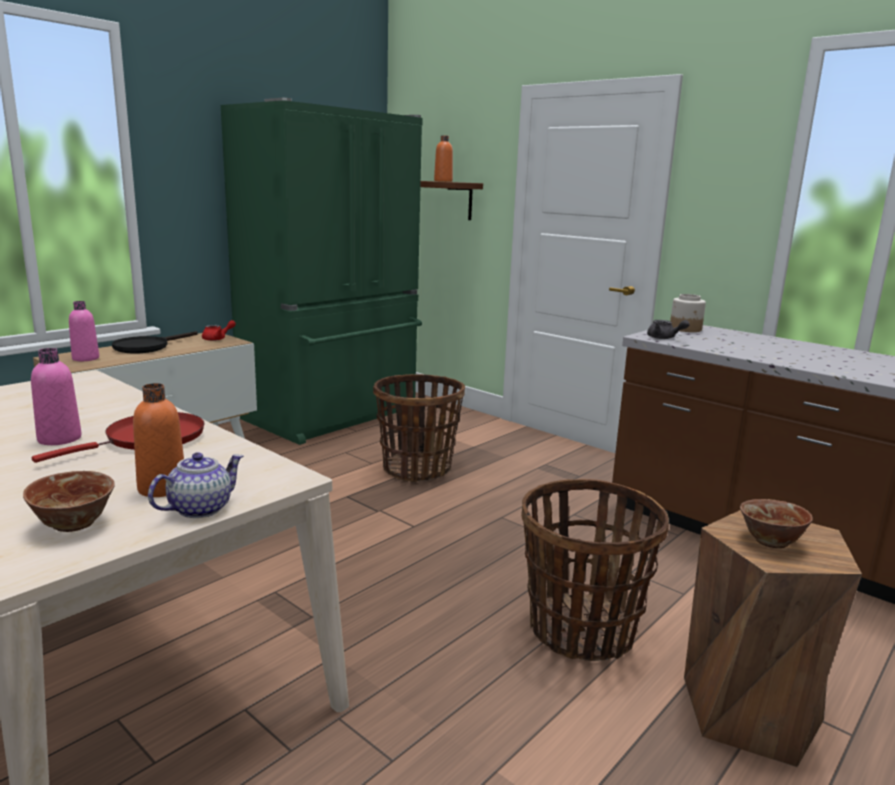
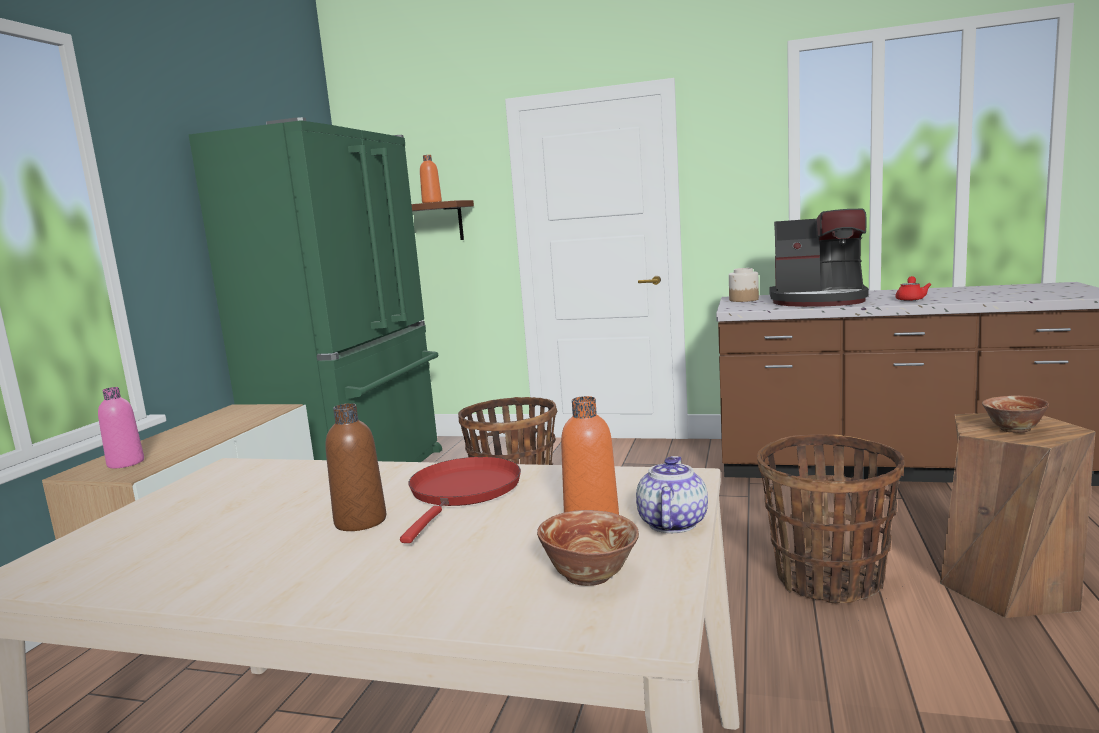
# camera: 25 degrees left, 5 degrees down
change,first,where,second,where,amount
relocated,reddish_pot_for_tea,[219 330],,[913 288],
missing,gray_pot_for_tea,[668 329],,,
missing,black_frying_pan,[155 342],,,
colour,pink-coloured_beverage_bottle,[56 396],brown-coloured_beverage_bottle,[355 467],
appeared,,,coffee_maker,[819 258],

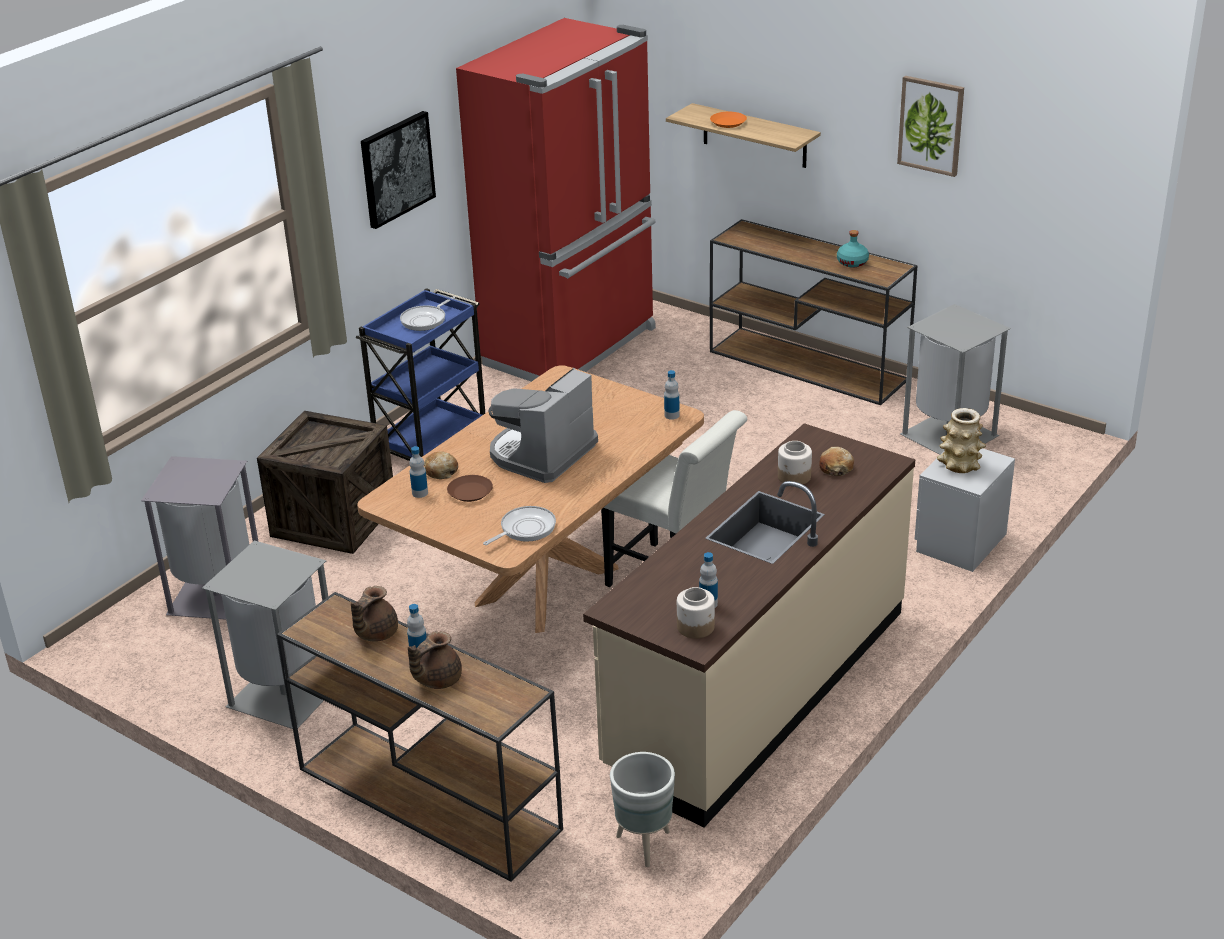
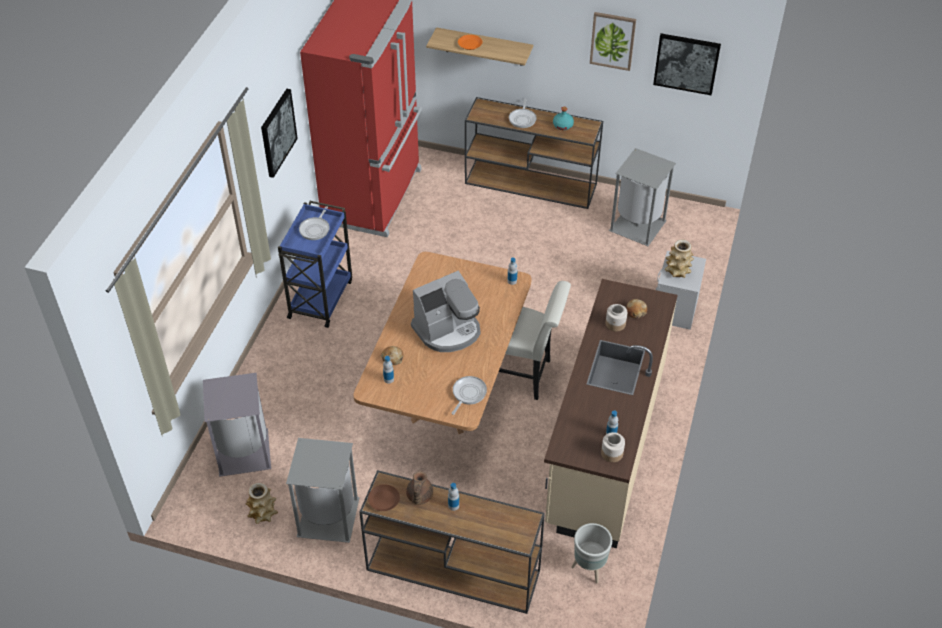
# camera: 20 degrees left, 15 degrees up
change,first,where,second,where,amount
spun,coffee_maker,[543 425],,[445 311],135 degrees counterclockwise
missing,shipping_crate,[325 482],,,
relocated,brown-coloured_flat_dish,[470 488],,[384 497],
missing,brown-coloured_pot_for_tea,[435 660],,,
appeared,,,wall_art,[687 64],
appeared,,,frying_pan,[523 113],
appeared,,,flower_vase,[262 503],

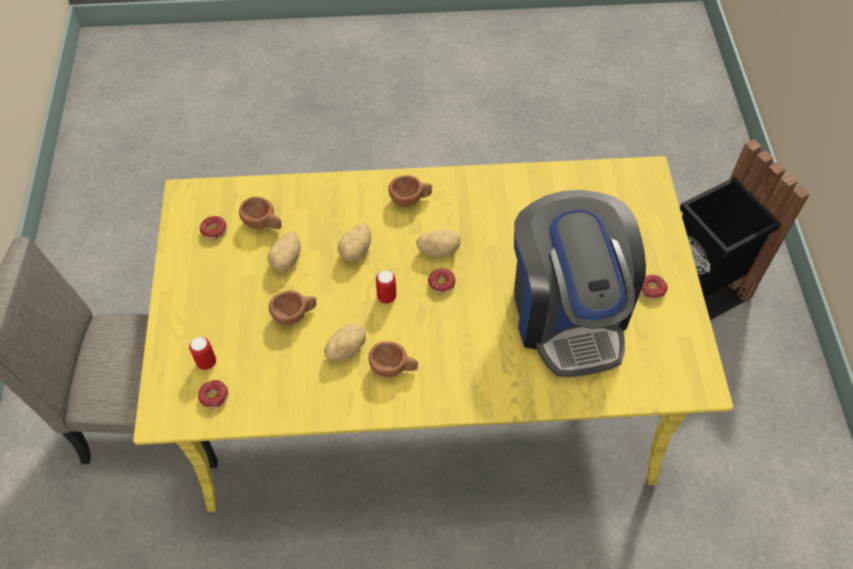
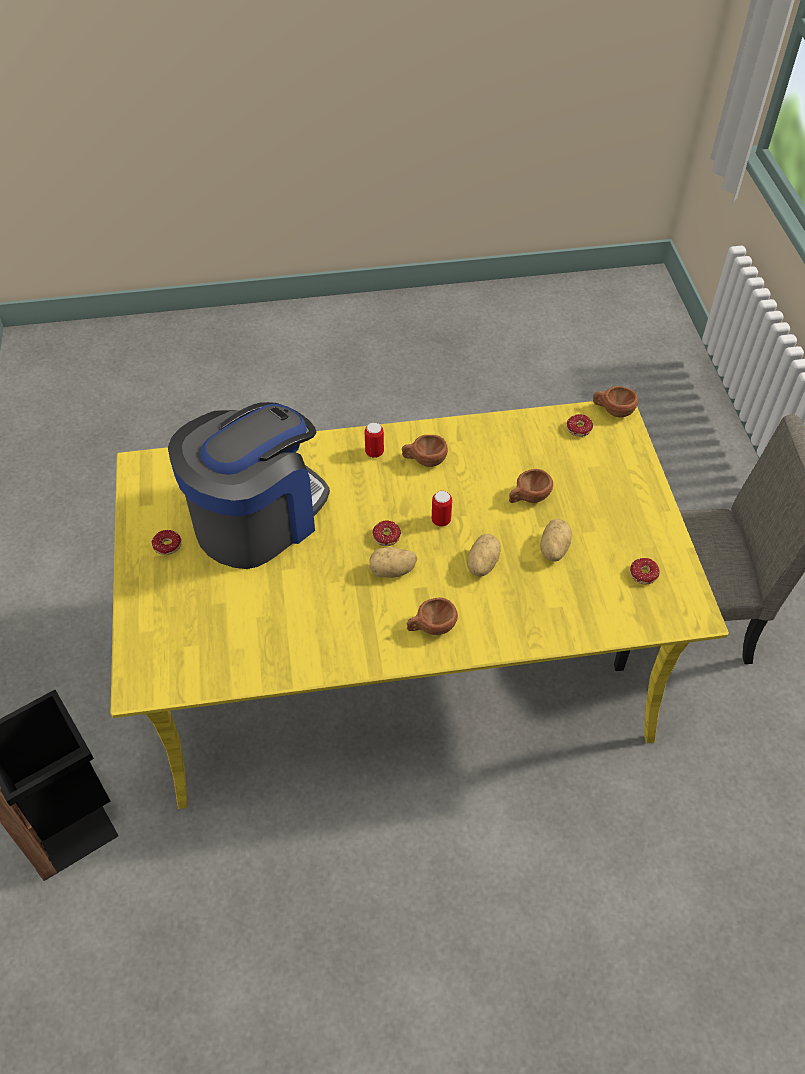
# camera: 175 degrees right, 5 degrees down
change,first,where,second,where,amount
spun,coffee_maker,[580 283],,[249 485],60 degrees clockwise
relocated,brown-coloured_small_cup,[260 212],,[615 402],
missing,potato,[345 342],,,
relocated,metal_can,[202 353],,[374 440],

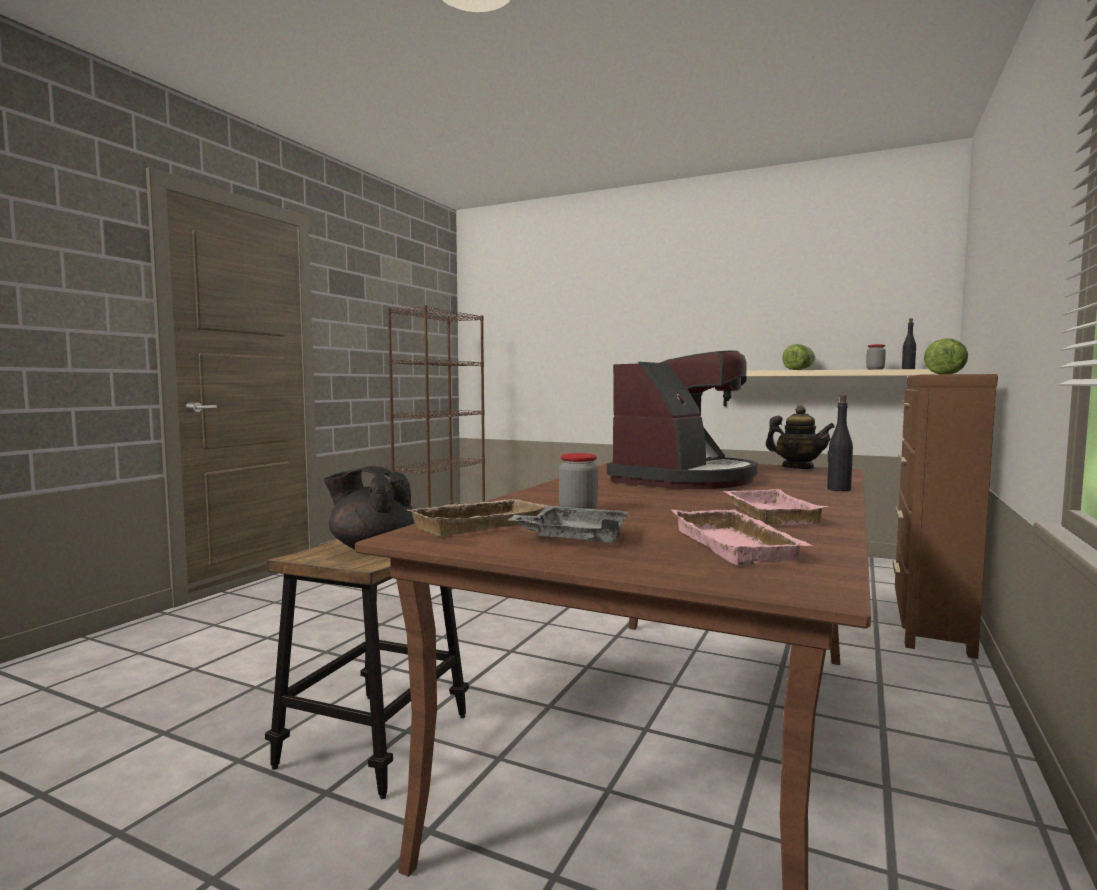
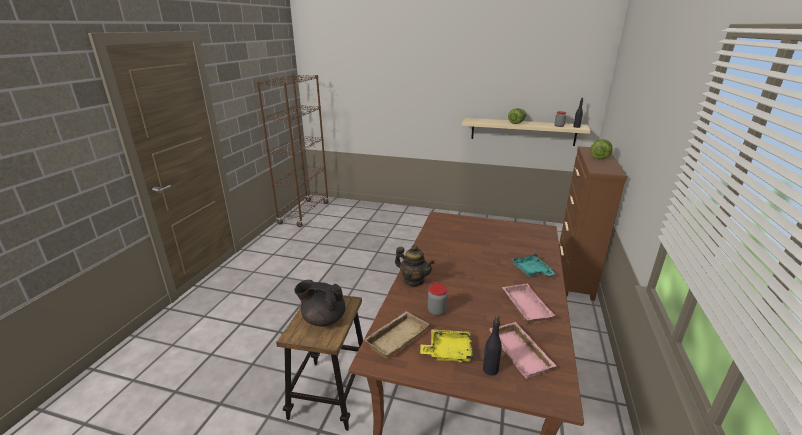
# camera: 10 degrees left, 20 degrees up
change,first,where,second,where,amount
missing,coffee_maker,[682 419],,,
relocated,black_beverage_bottle,[840 443],,[492 345],
relocated,pot_for_tea,[800 437],,[414 265],
colour,gray_serving_tray,[568 524],yellowish_serving_tray,[447 345],
appeared,,,blue-green_serving_tray,[533 265],

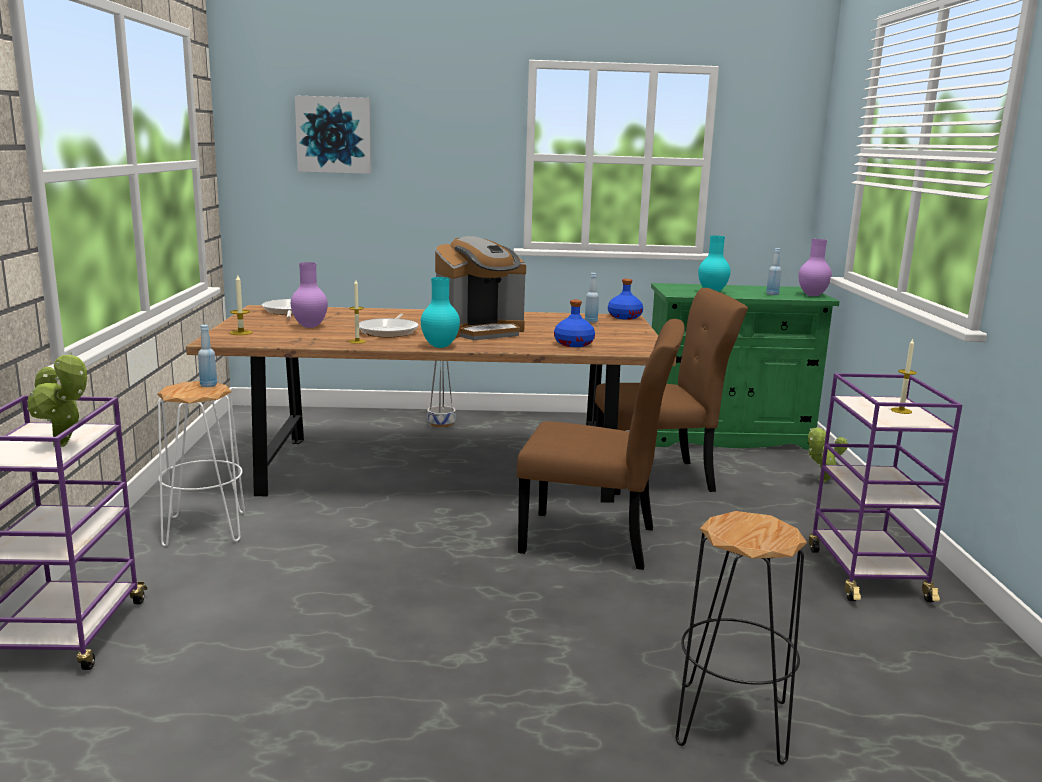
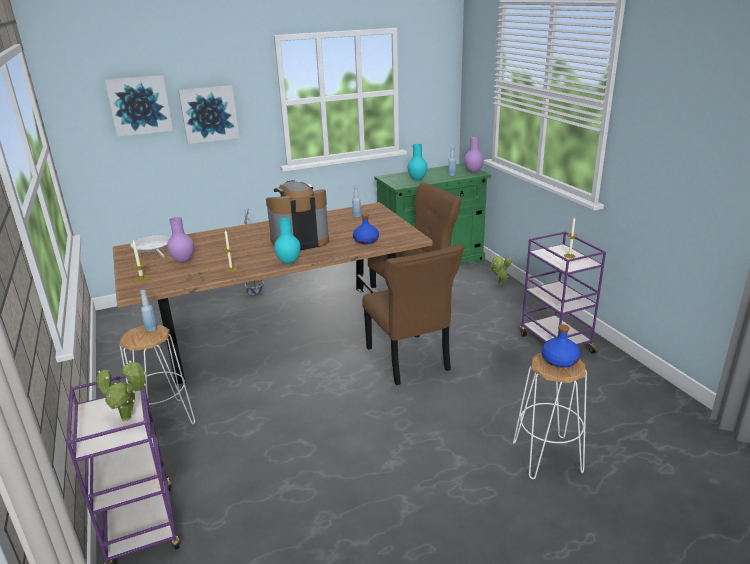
# camera: 20 degrees left, 10 degrees up
change,first,where,second,where,amount
spun,coffee_maker,[480 288],,[297 215],150 degrees counterclockwise
relocated,blue_beverage_bottle,[625 299],,[561 345],
missing,frying_pan,[389 325],,,
spun,brown-coloured_chair,[601 444],,[413 314],75 degrees clockwise
colour,black_stool_seat,[741 638],white-coloured_stool_seat,[550 415],
appeared,,,wall_art,[208 114],

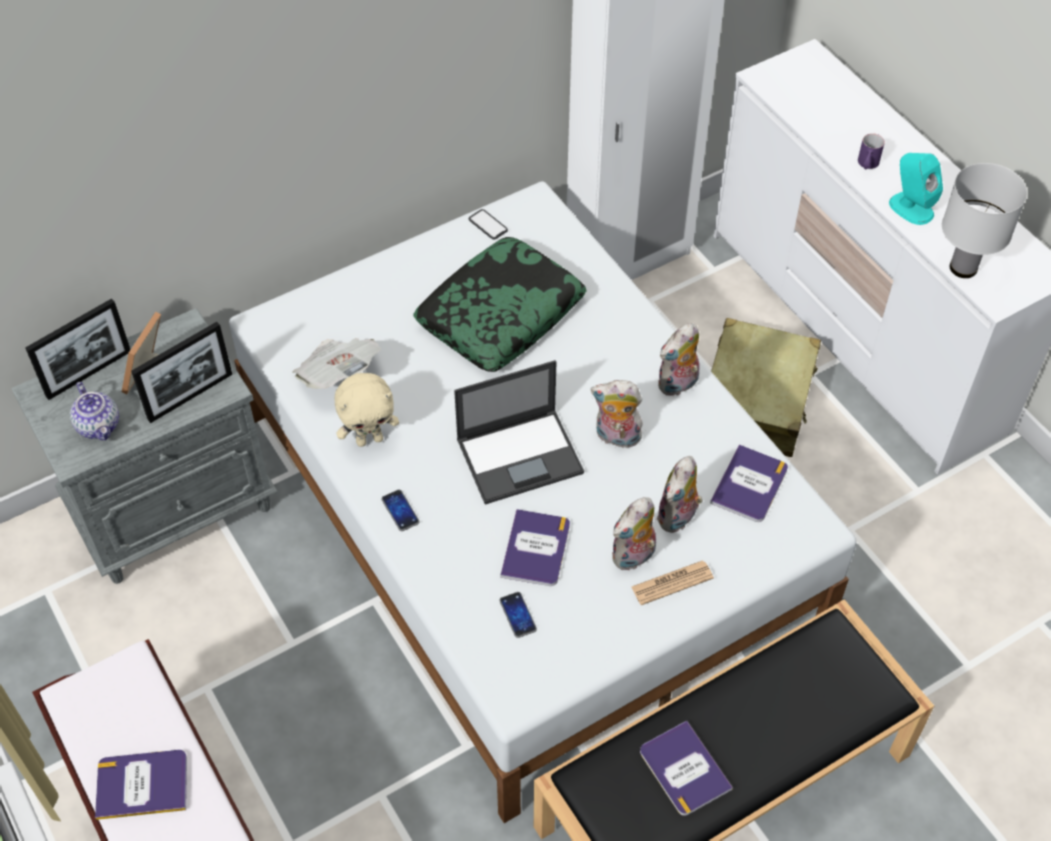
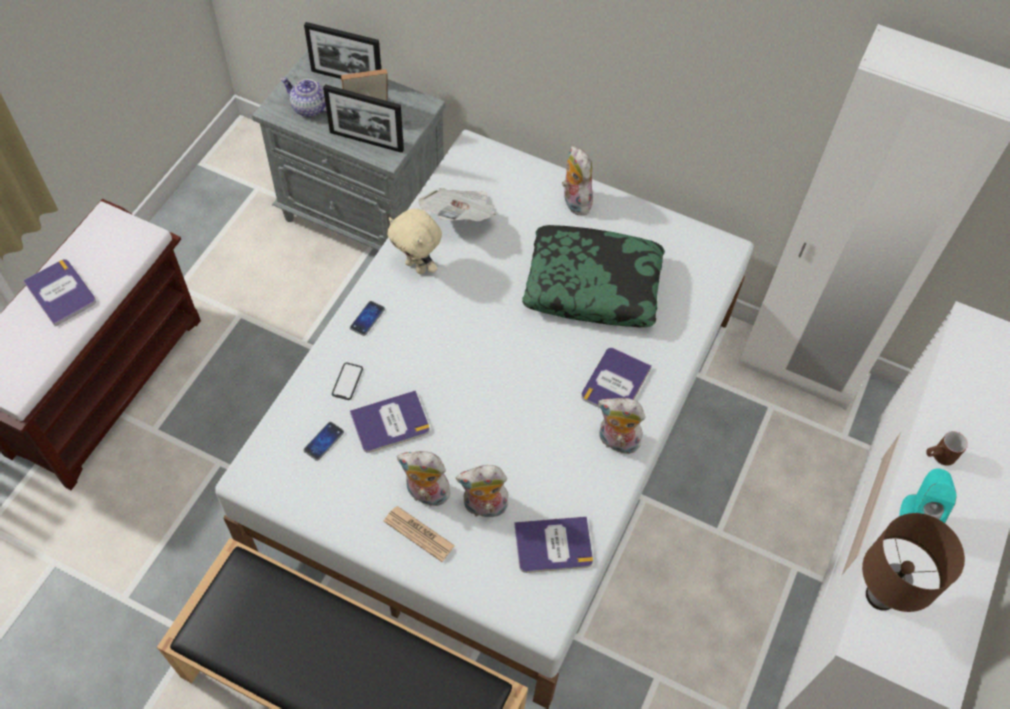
# camera: 55 degrees right, 5 degrees up
change,first,where,second,where,amount
colour,purplish_coffee_mug,[871 151],brown-coloured_coffee_mug,[947 448],
colour,white-coloured_tabletop_lamp,[984 220],brown-coloured_tabletop_lamp,[913 562],
relocated,phone,[488 224],,[347 381],
missing,beige_travel_case,[766 387],,,
missing,notebook_computer,[519 432],,,
relocated,soft_toy,[617 415],,[577 180],
spun,pot_for_tea,[94 411],,[304 97],90 degrees clockwise
relocated,volume,[686 768],,[616 378],

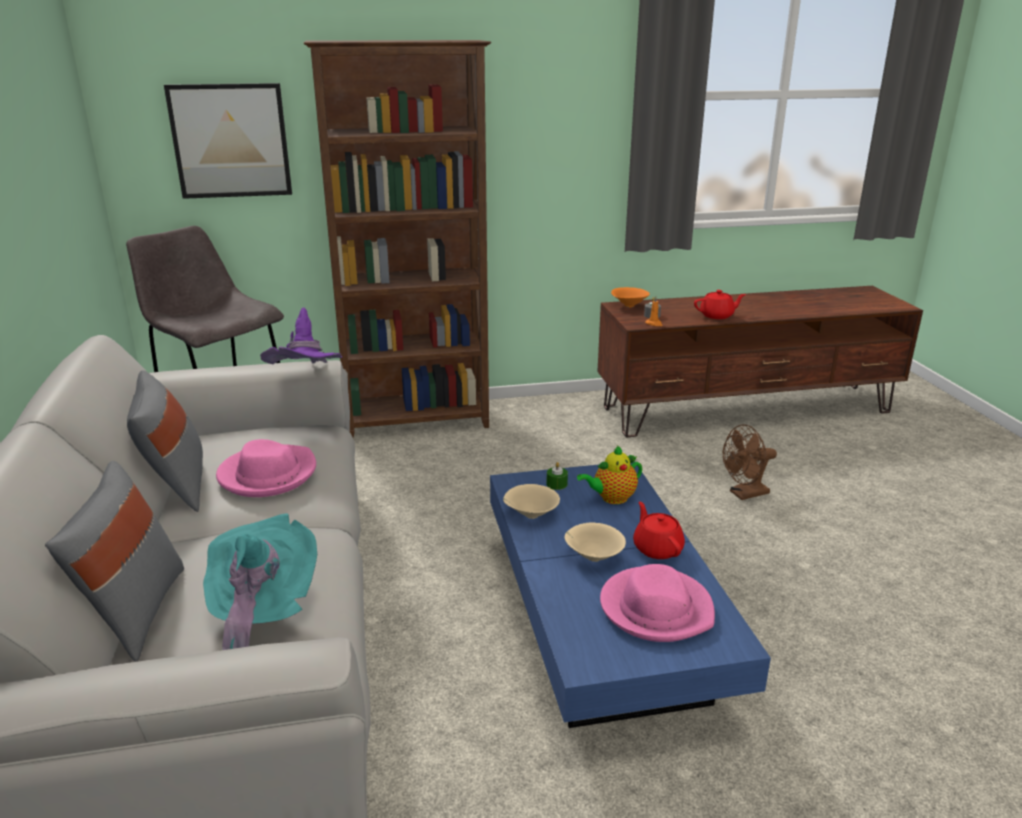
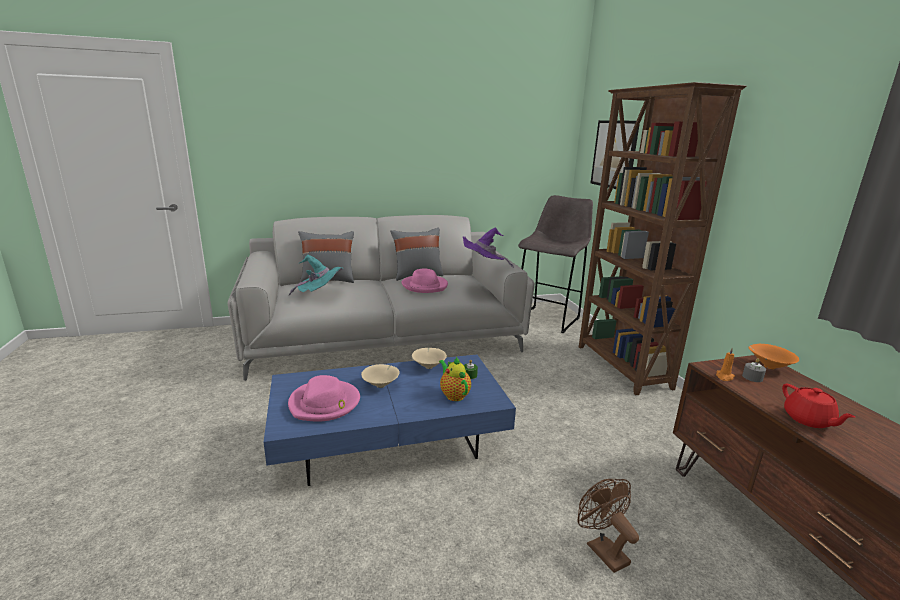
# camera: 85 degrees right, 5 degrees down
change,first,where,second,where,amount
missing,reddish_pot_for_tea,[659 530],,,

